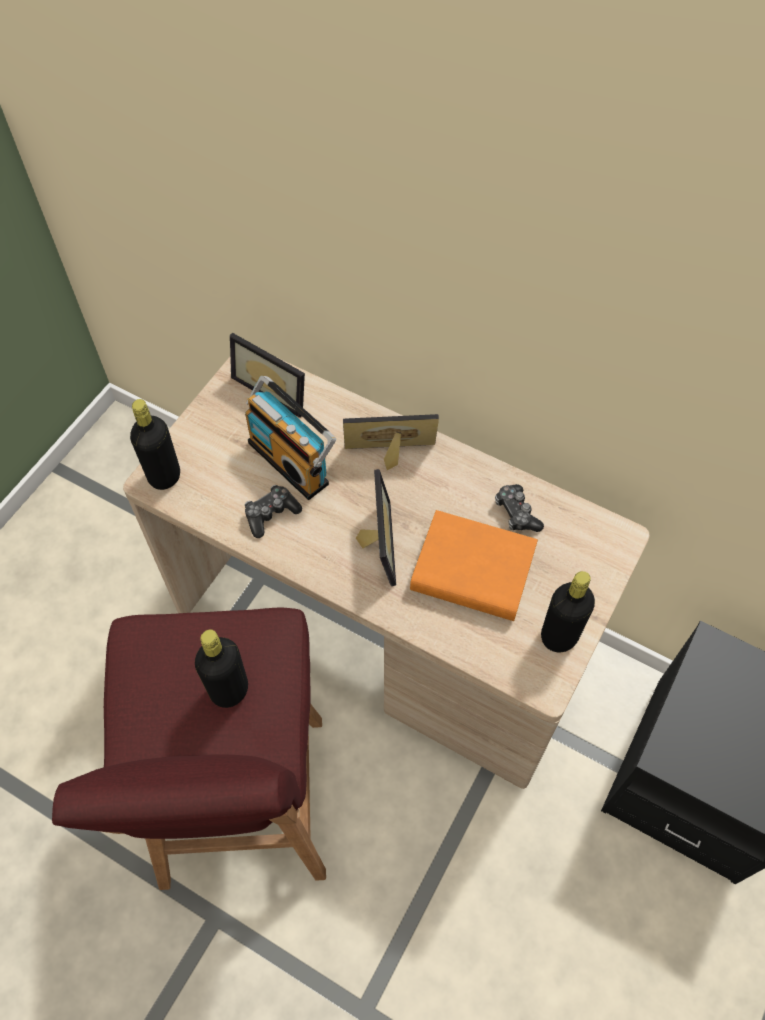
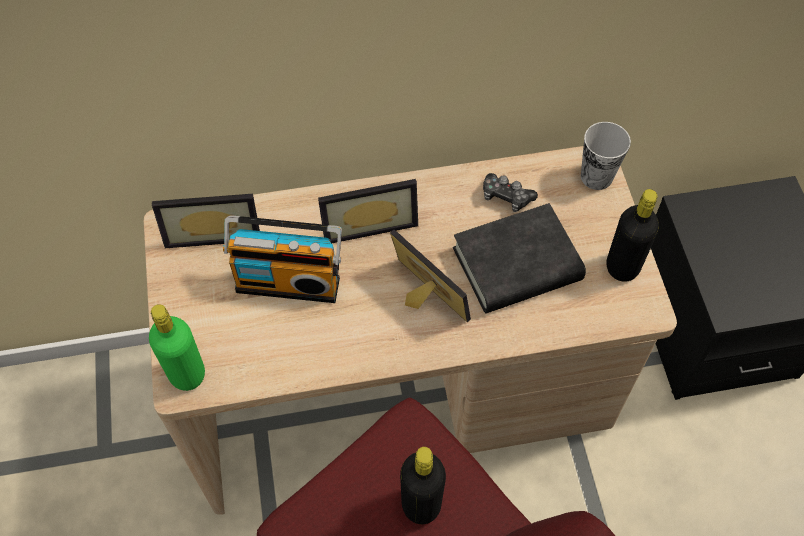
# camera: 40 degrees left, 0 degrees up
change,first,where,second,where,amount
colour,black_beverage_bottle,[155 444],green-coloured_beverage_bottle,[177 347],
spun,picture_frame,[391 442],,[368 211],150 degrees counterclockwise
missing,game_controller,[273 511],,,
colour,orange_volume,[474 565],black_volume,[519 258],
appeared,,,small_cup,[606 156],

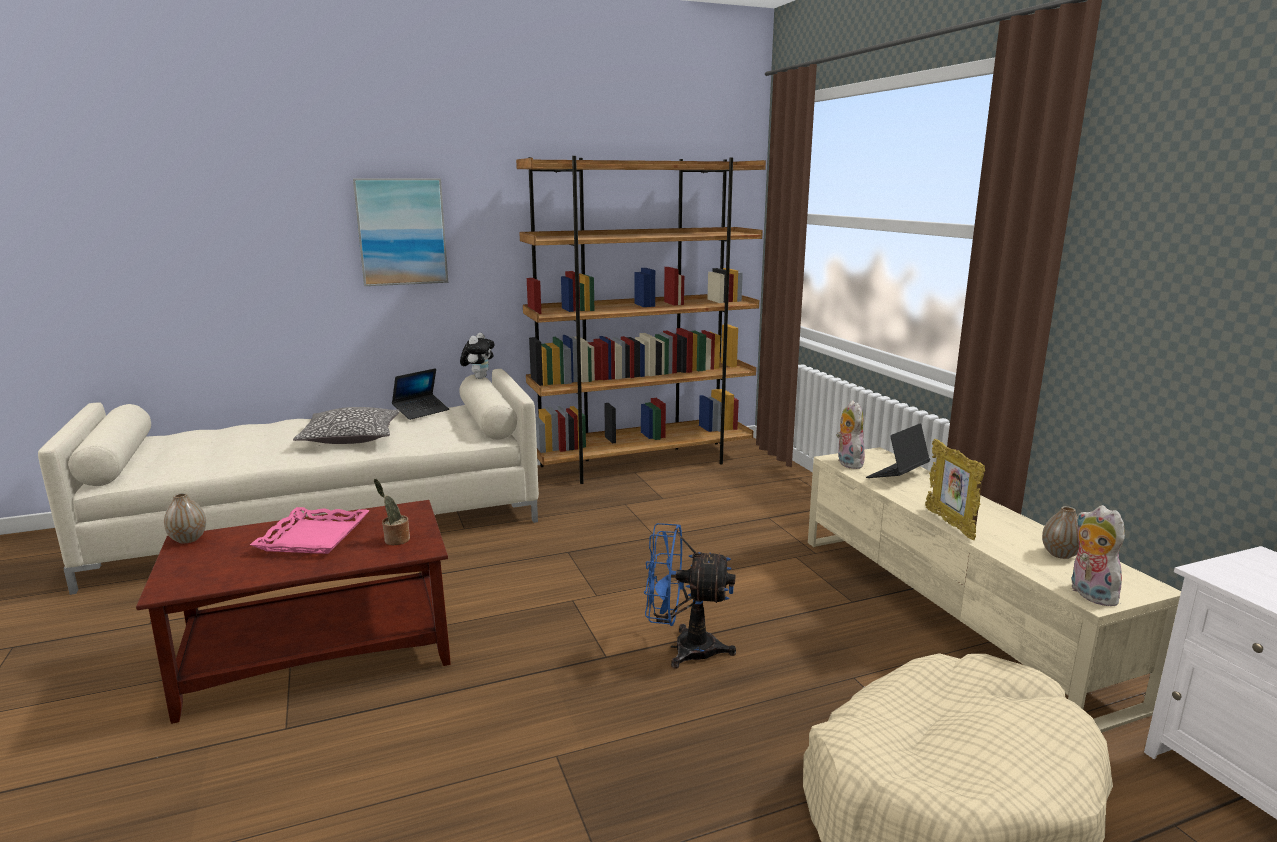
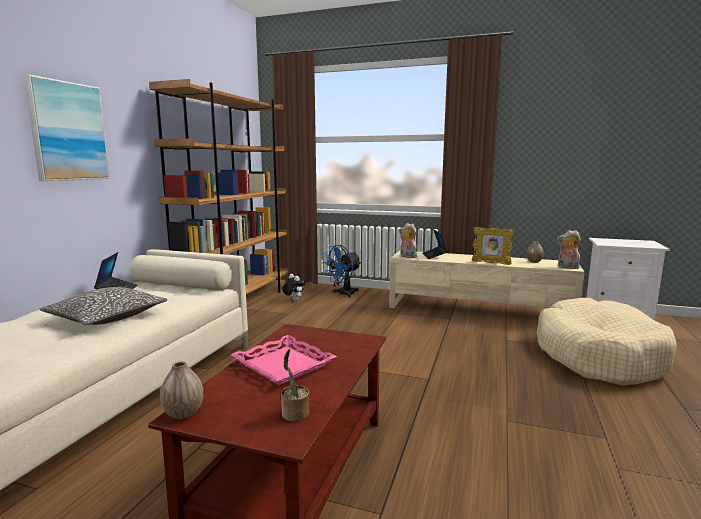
# camera: 50 degrees left, 5 degrees down
change,first,where,second,where,amount
relocated,soft_toy,[477 356],,[294 287],
relocated,plant_in_a_pot,[392 512],,[295 385],
relocated,blue_electric_fan,[690 595],,[341 271],

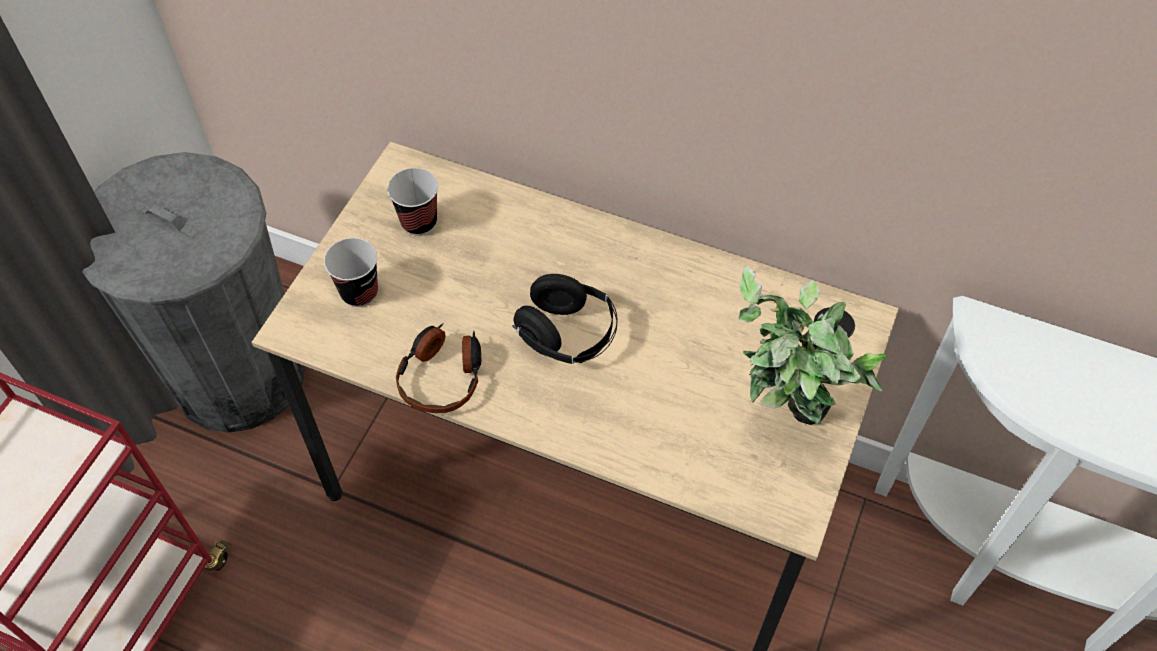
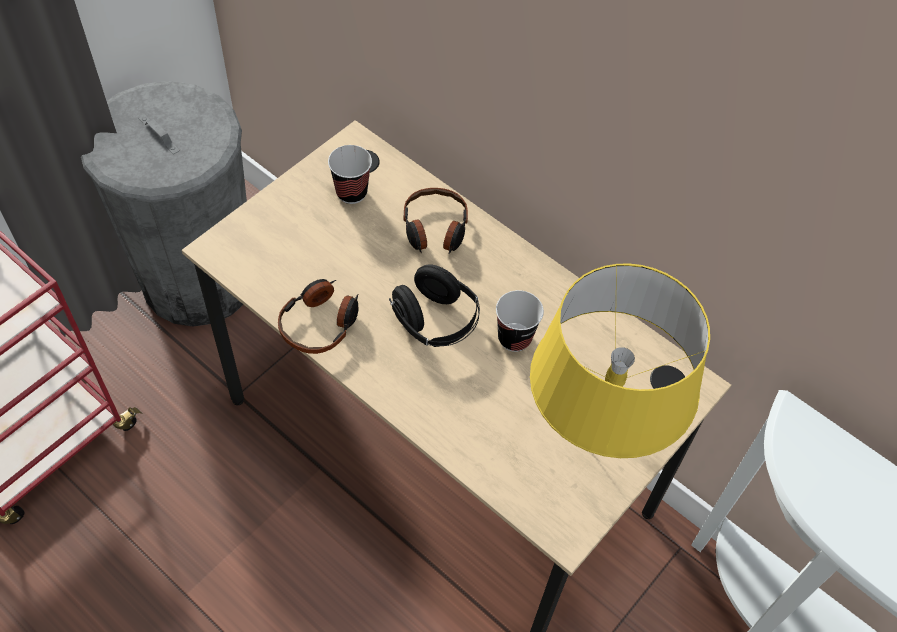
# camera: 15 degrees right, 0 degrees up
change,first,where,second,where,amount
relocated,small_cup,[351 272],,[520 321],
exchanged,plant_in_a_pot,[813 345],yellowish_tabletop_lamp,[620 360],
appeared,,,headphones,[436 221],

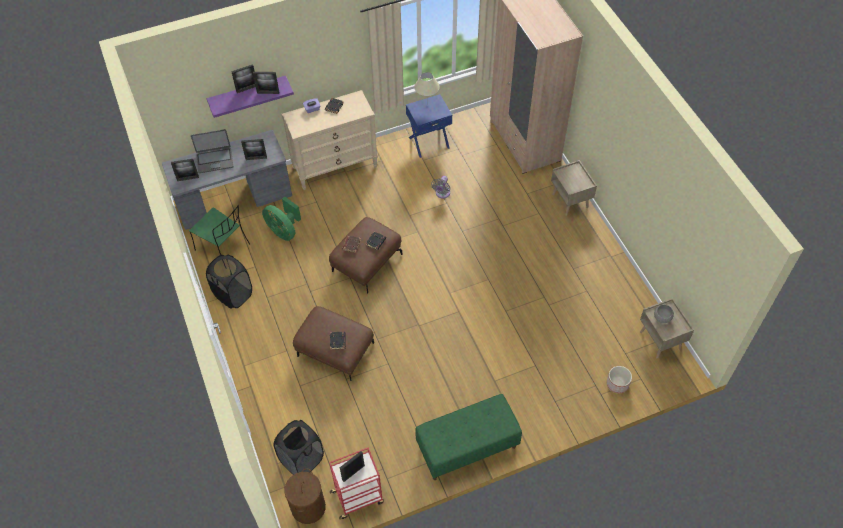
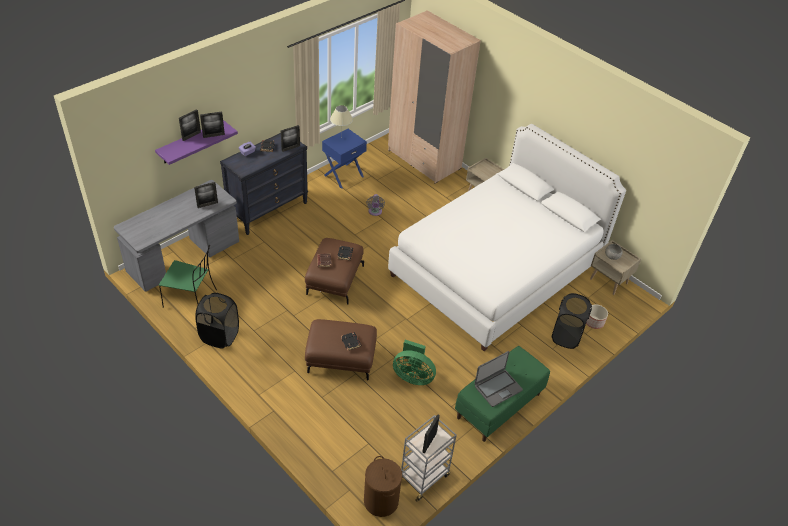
# camera: 25 degrees left, 10 degrees down
change,first,where,second,where,amount
colour,beige_chest_of_drawers,[330 140],black_chest_of_drawers,[264 184],
relocated,notebook_computer,[212 151],,[498 379],
relocated,picture_frame,[185 170],,[290 138],
relocated,green-coloured_electric_fan,[281 218],,[414 362],
relocated,black_hamper,[299 447],,[571 321],
colour,reddish_cart,[356 483],gray_cart,[429 458],
appeared,,,white-coloured_bed,[507 237],

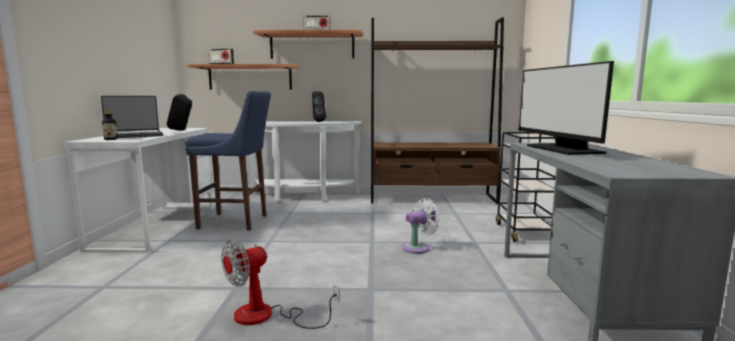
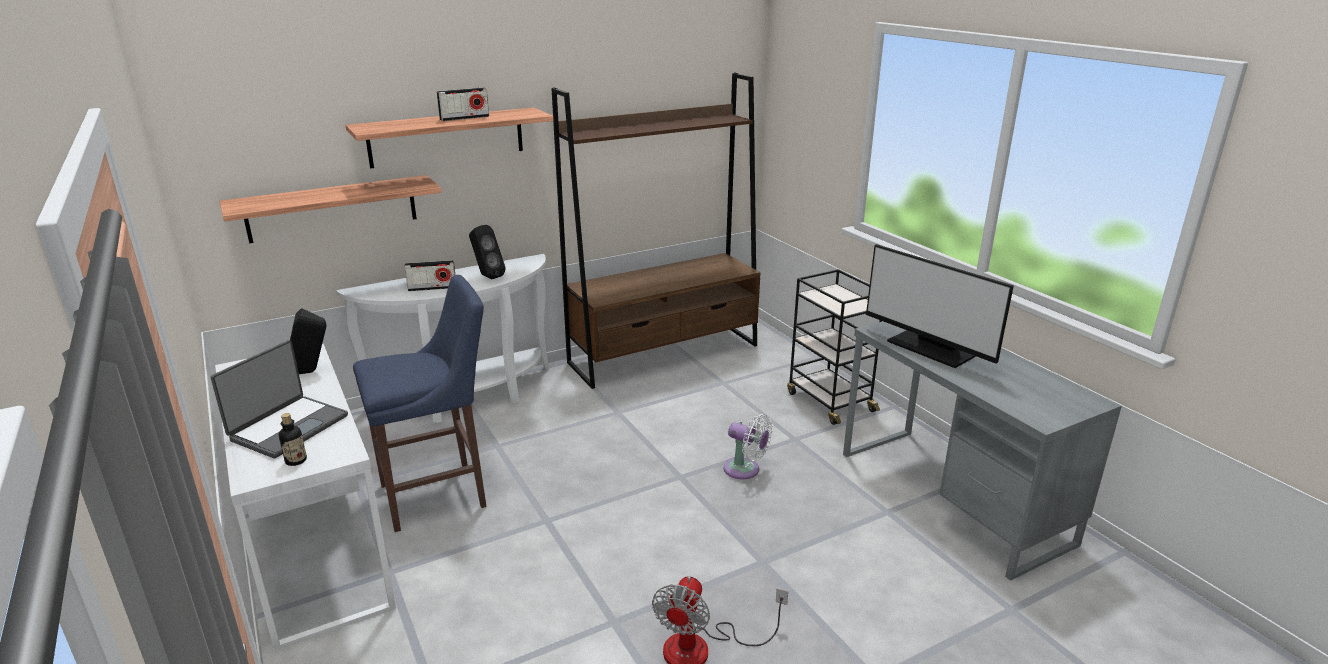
# camera: 30 degrees left, 15 degrees up
change,first,where,second,where,amount
relocated,radio_set,[221 56],,[429 275],
spun,white-coloured_electric_fan,[421 226],,[748 446],90 degrees clockwise

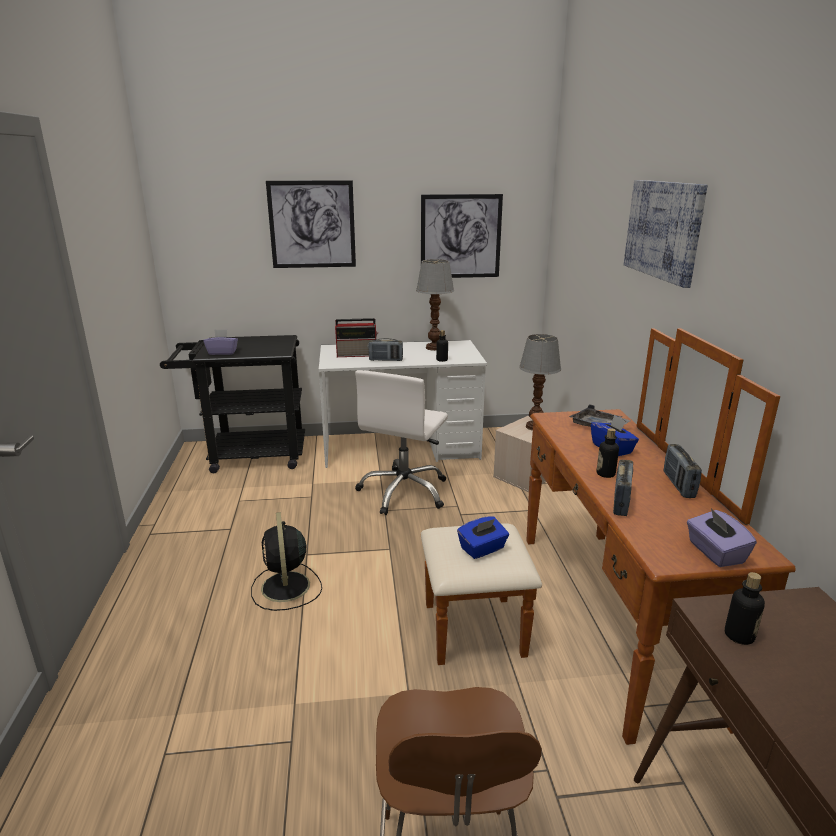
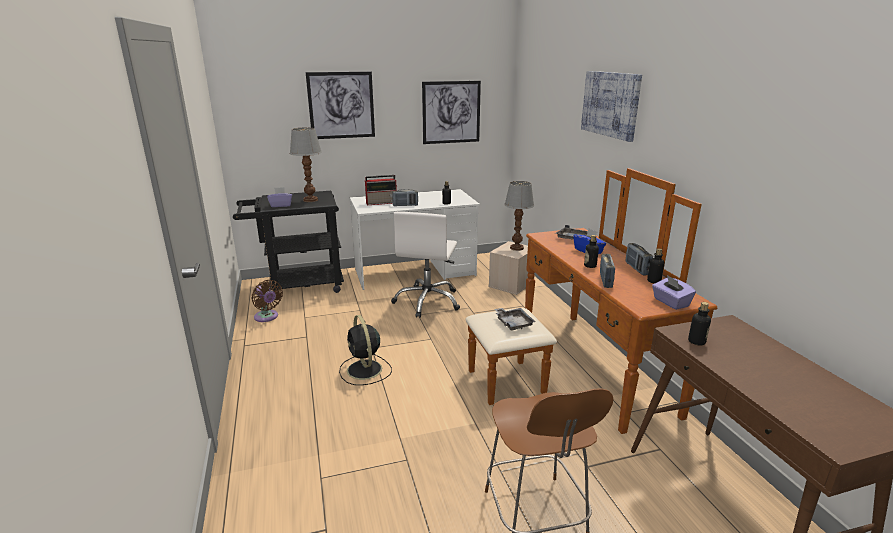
# camera: 10 degrees left, 0 degrees up
change,first,where,second,where,amount
relocated,tabletop_lamp,[435 305],,[306 164],
exchanged,blue_tissue_holder,[483 537],gray_serving_tray,[514 319],
appeared,,,beverage_bottle,[655 266],
appeared,,,brown-coloured_electric_fan,[267 301],

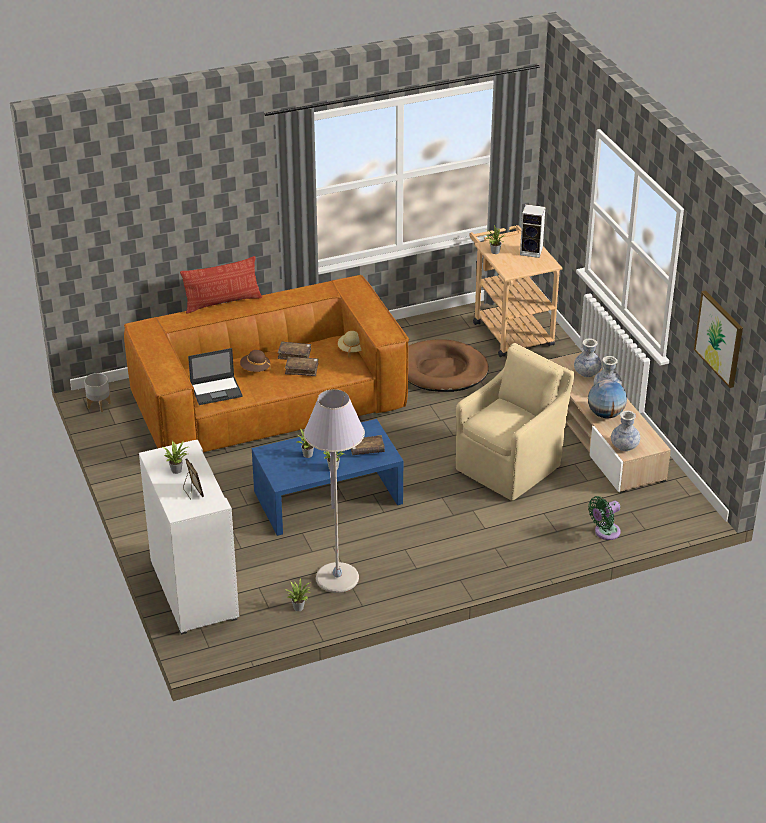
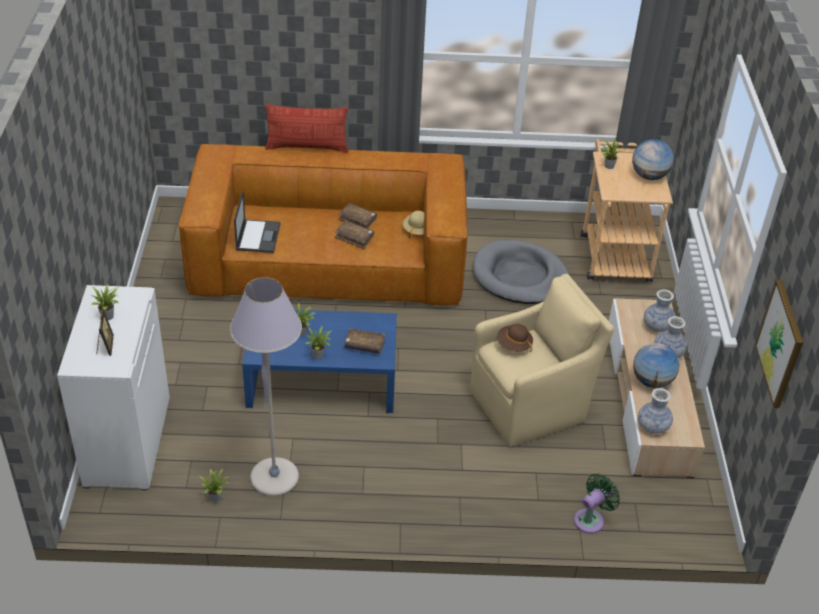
# camera: 20 degrees right, 5 degrees up
change,first,where,second,where,amount
exchanged,audio_speaker,[532 231],globe,[653 159],
colour,brown-coloured_dog_bed,[448 365],gray_dog_bed,[521 272],
spun,notebook_computer,[215 376],,[257 222],90 degrees counterclockwise
relocated,brown-coloured_clothing_hat,[255 361],,[515 338],
missing,gray_plant_pot,[97 392],,,
spun,green-coloured_electric_fan,[604 518],,[597 504],150 degrees clockwise

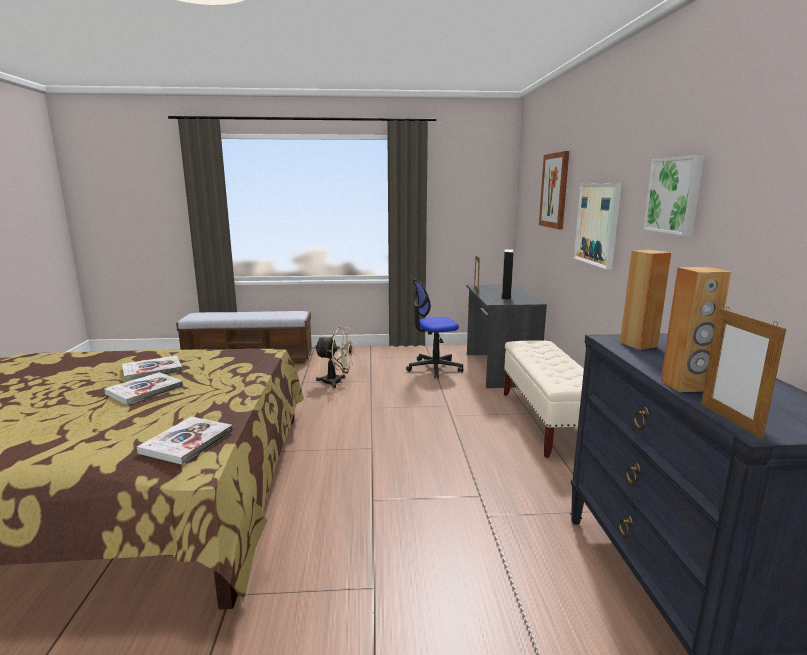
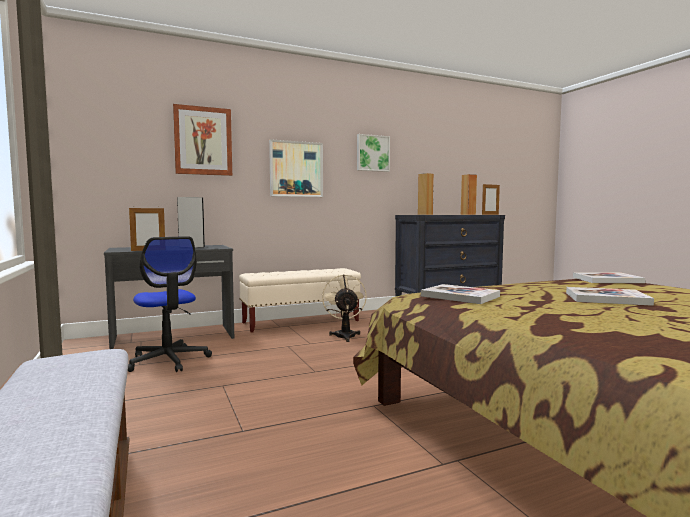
# camera: 110 degrees left, 10 degrees down
change,first,where,second,where,amount
relocated,beige_electric_fan,[335 357],,[344 308],
relocated,volume,[152 368],,[460 294],

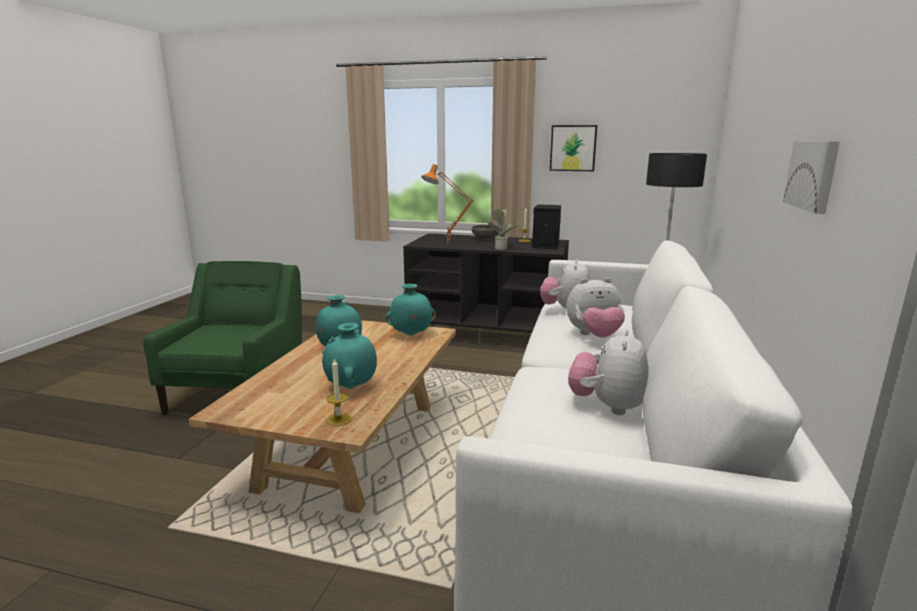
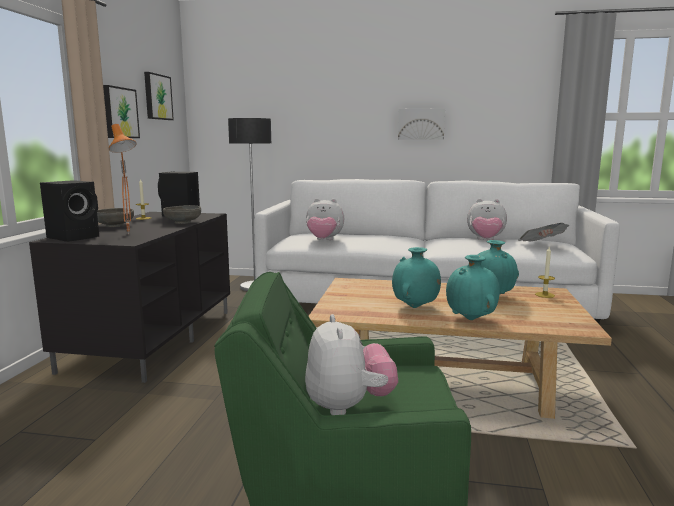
# camera: 95 degrees left, 5 degrees down
change,first,where,second,where,amount
exchanged,plant_in_a_pot,[503 229],gray_serving_bowl,[182 214],
relocated,soft_toy,[595 308],,[351 364],
relocated,blue-green_flower_vase,[410 310],,[473 287],
appeared,,,wall_art,[159 96],
appeared,,,black_audio_speaker,[69 211],
appeared,,,daily_paper,[544 232],

